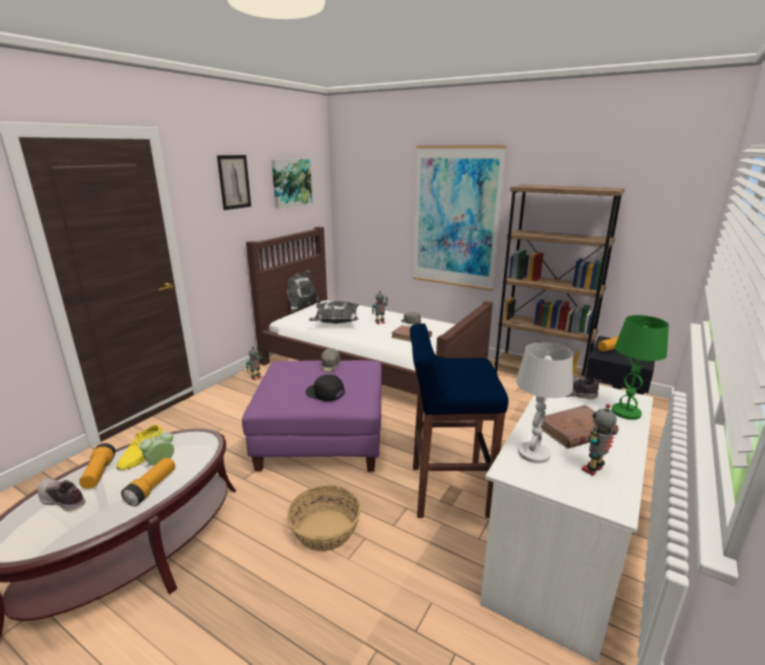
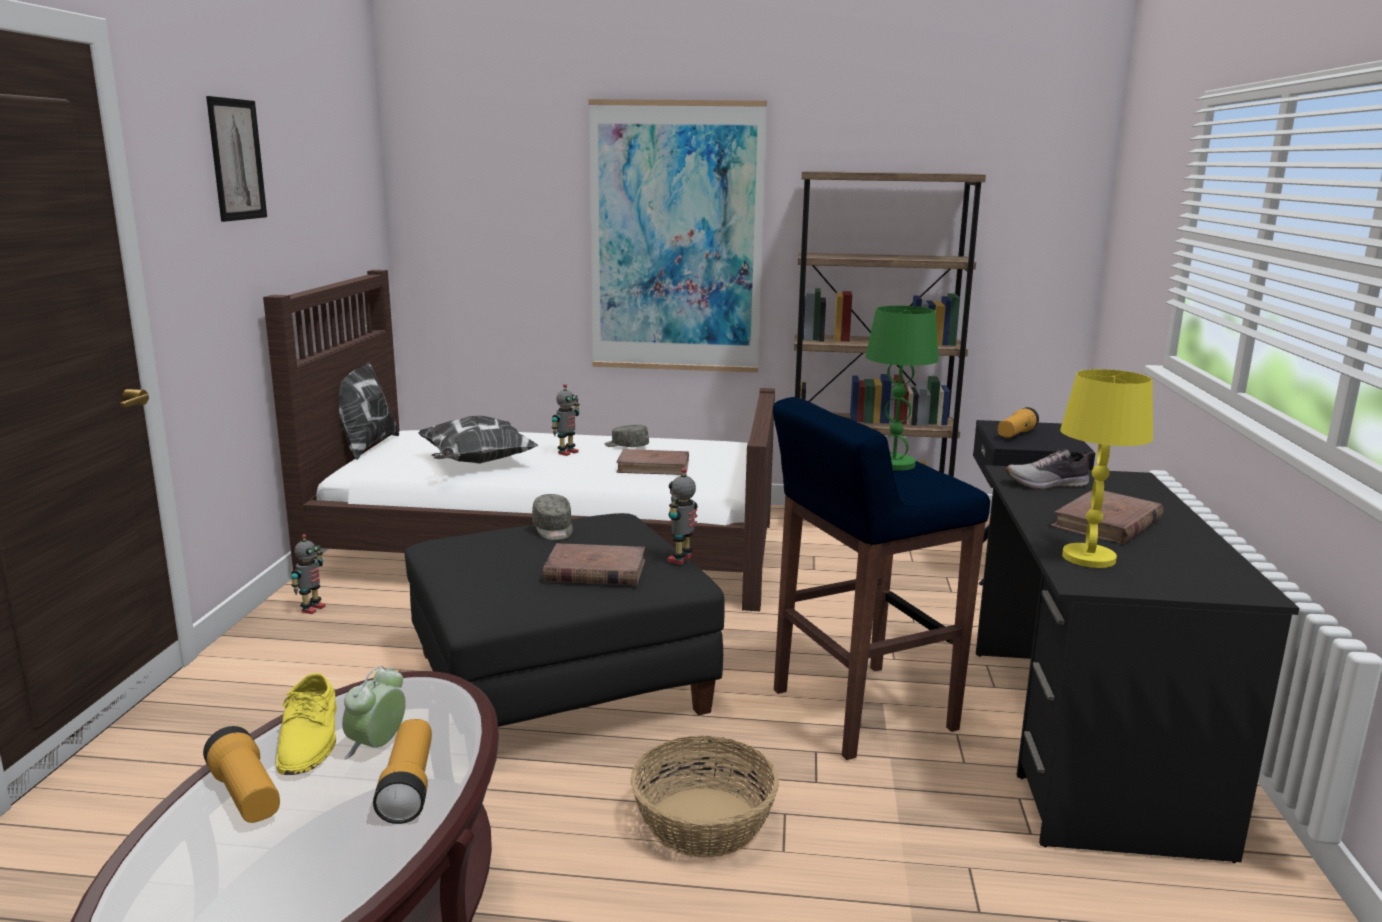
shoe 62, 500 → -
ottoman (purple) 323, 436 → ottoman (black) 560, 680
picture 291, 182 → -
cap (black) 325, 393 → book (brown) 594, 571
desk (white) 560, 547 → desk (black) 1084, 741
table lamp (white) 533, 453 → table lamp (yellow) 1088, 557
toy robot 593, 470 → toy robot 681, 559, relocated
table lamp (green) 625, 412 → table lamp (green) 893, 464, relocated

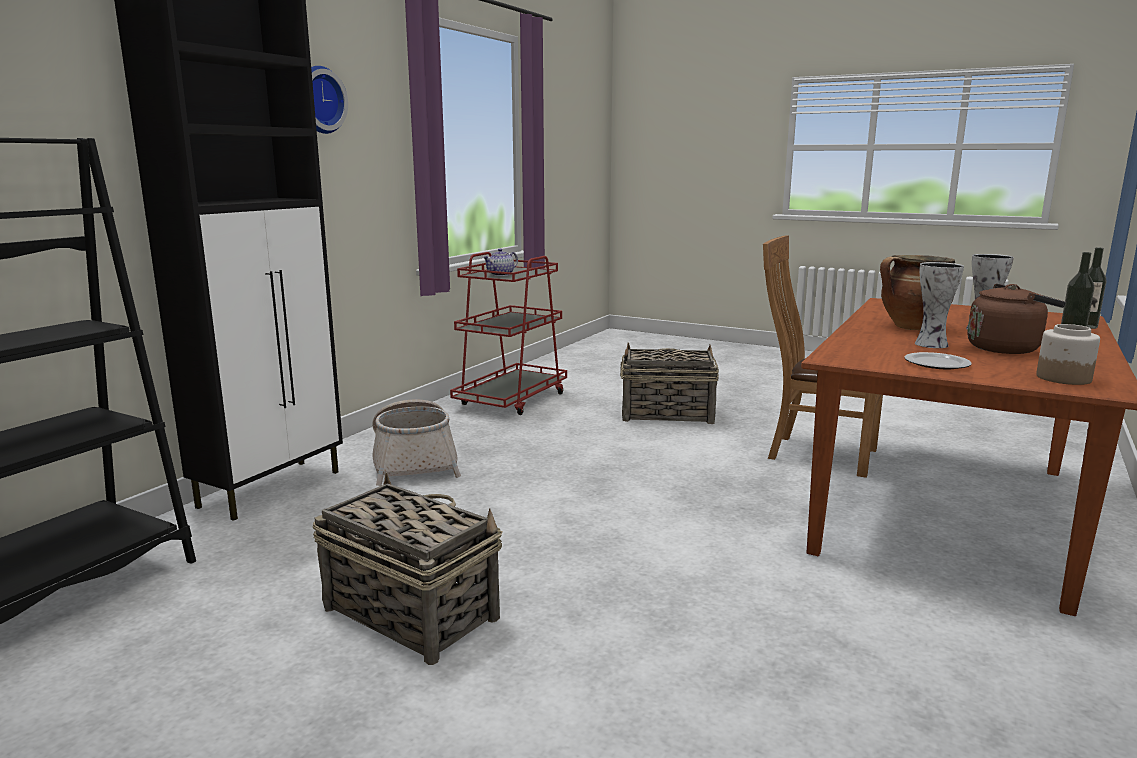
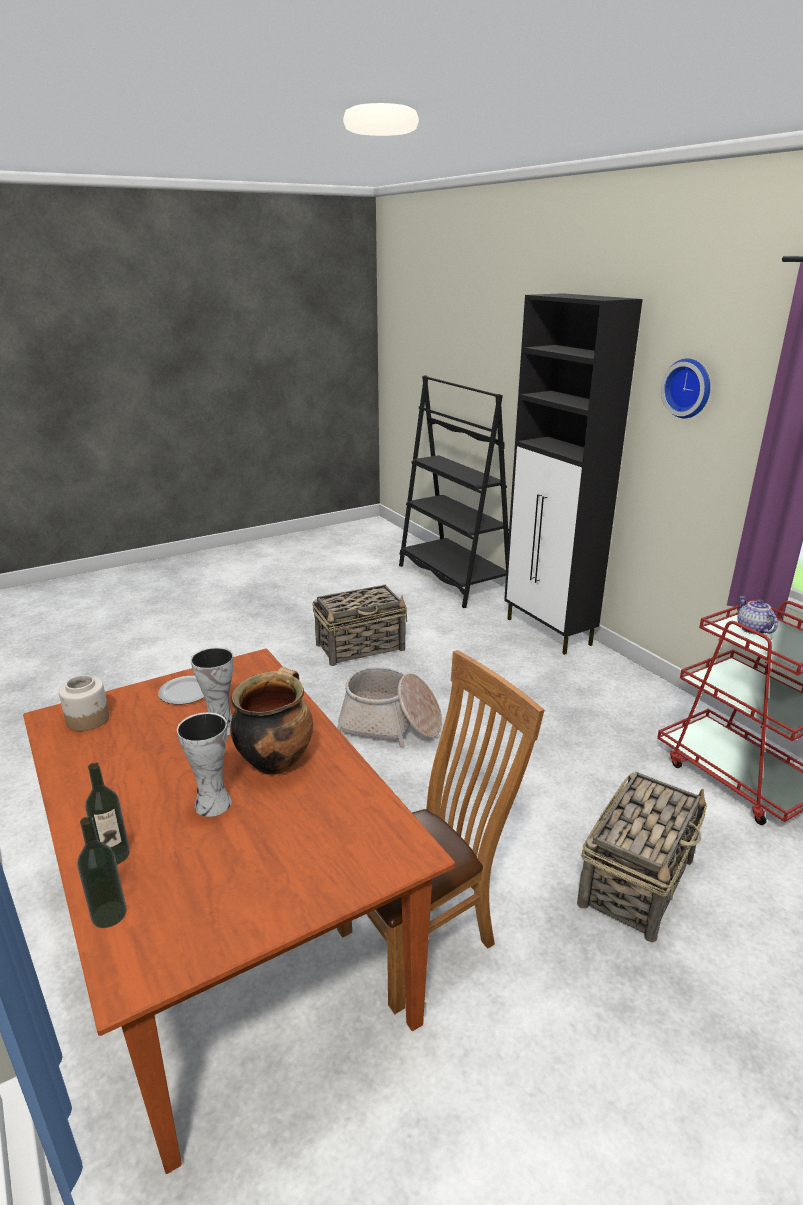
basket 414, 462 → basket 390, 724, relocated
kettle (brown) 1007, 349 → -

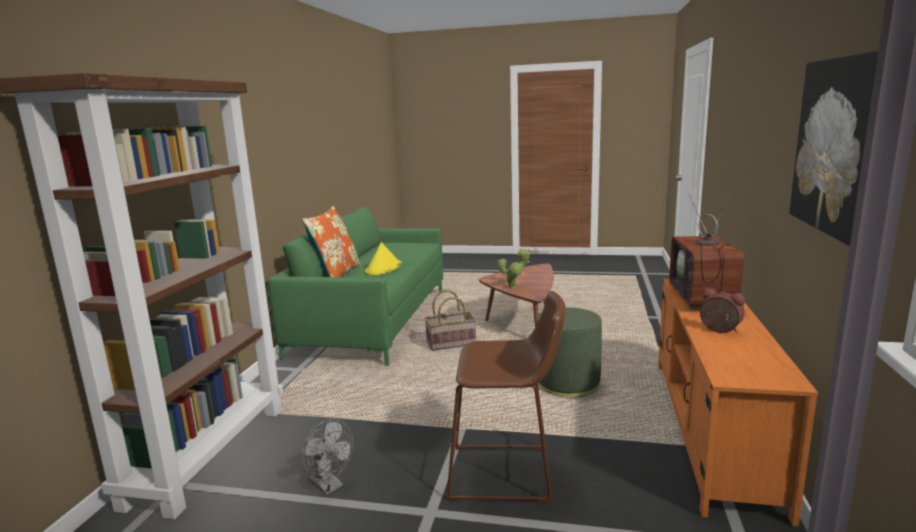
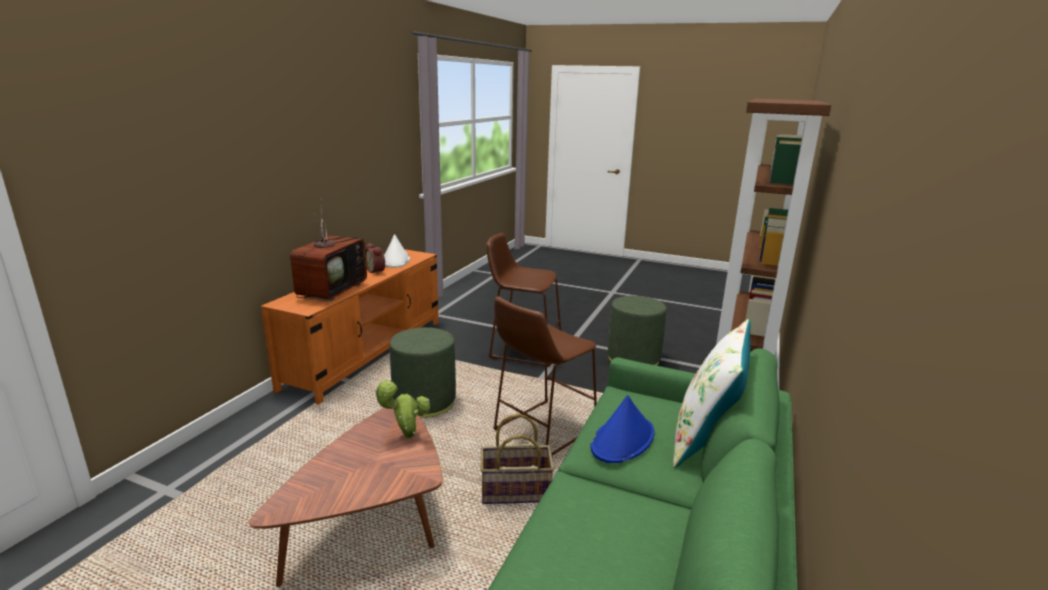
pillow (orange) 336, 274 → pillow (white) 705, 439
fan (grey) 329, 486 → ottoman (green) 633, 359
hat (yellow) 383, 268 → hat (blue) 623, 440
picture 840, 146 → -
- → hat (white) 395, 260
- → stool (brown) 541, 431

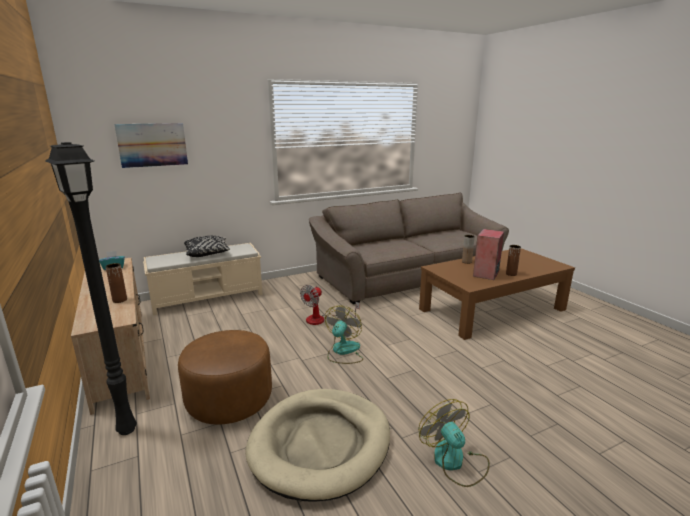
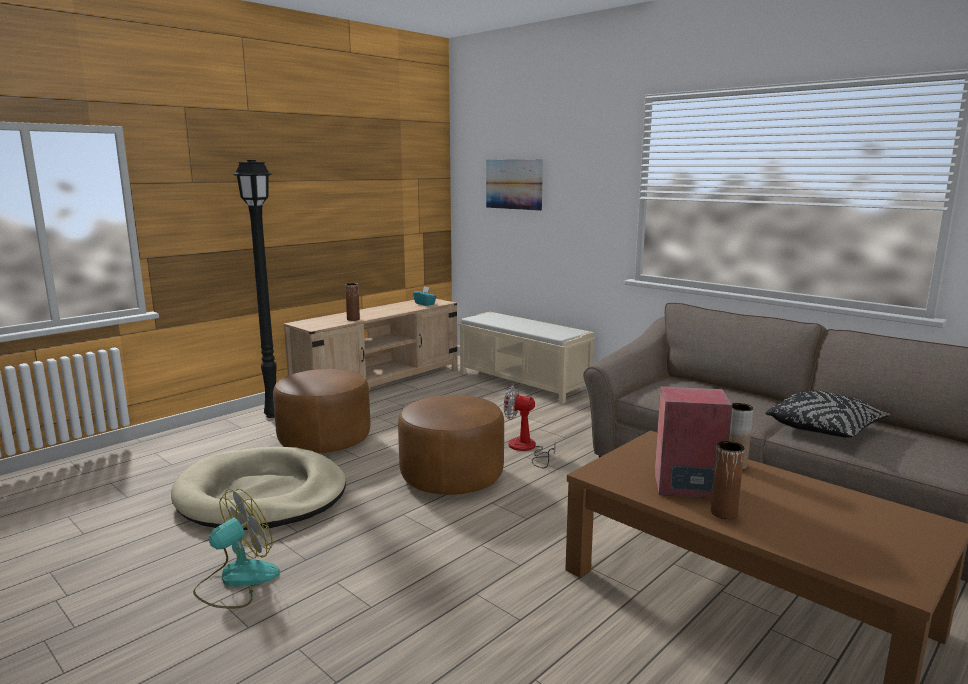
pillow (black) 207, 253 → pillow (black) 824, 429, relocated
fan 343, 352 → ottoman (brown) 451, 476

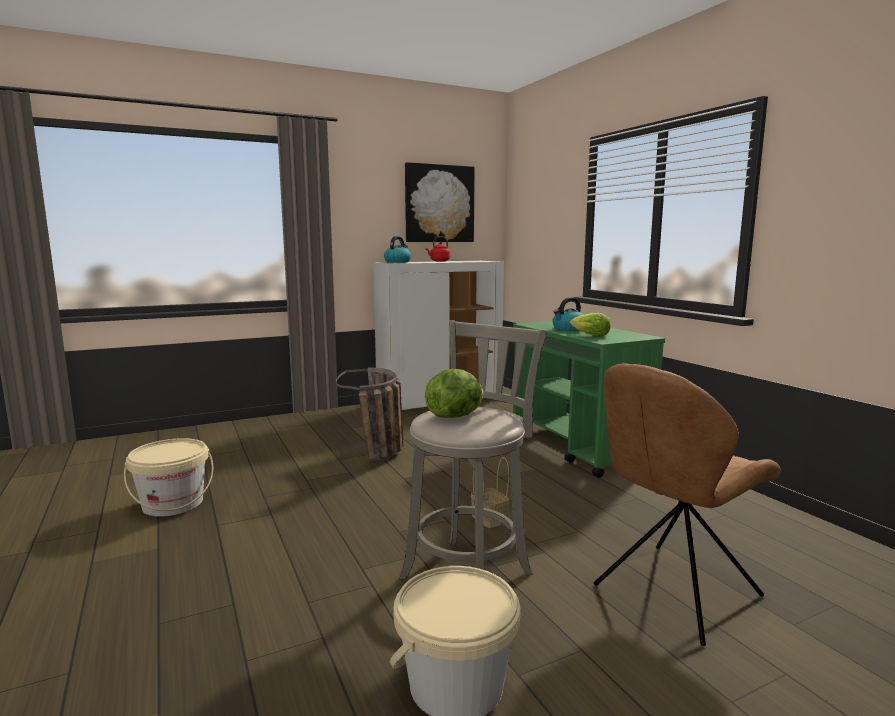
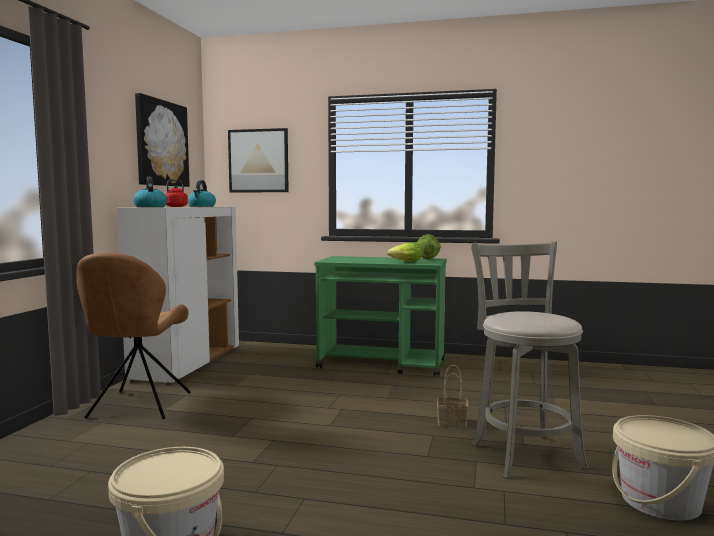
basket 379, 457 → -
lettuce 456, 416 → lettuce 427, 259, relocated
kettle 568, 329 → kettle 201, 206, relocated
chair (brown) 673, 593 → chair (brown) 138, 406, relocated
- → picture 258, 161

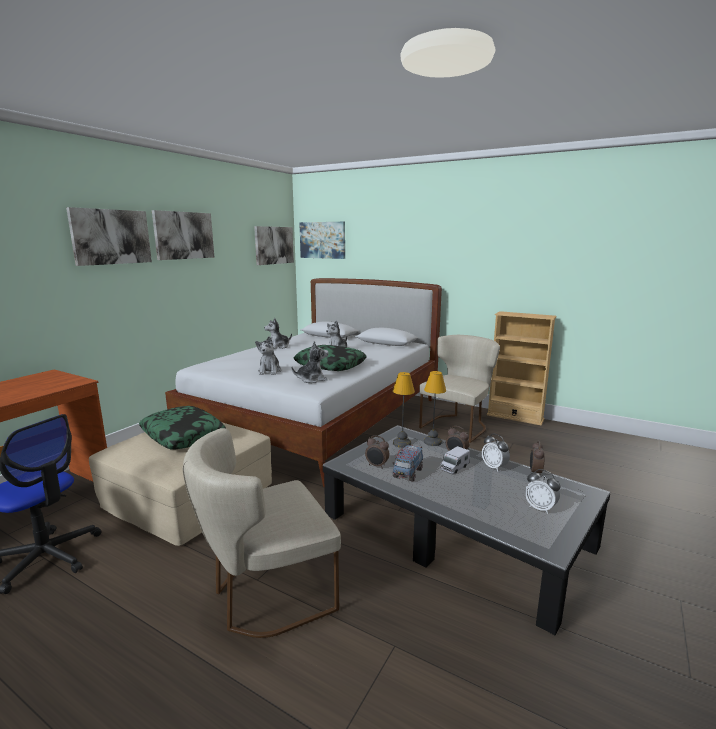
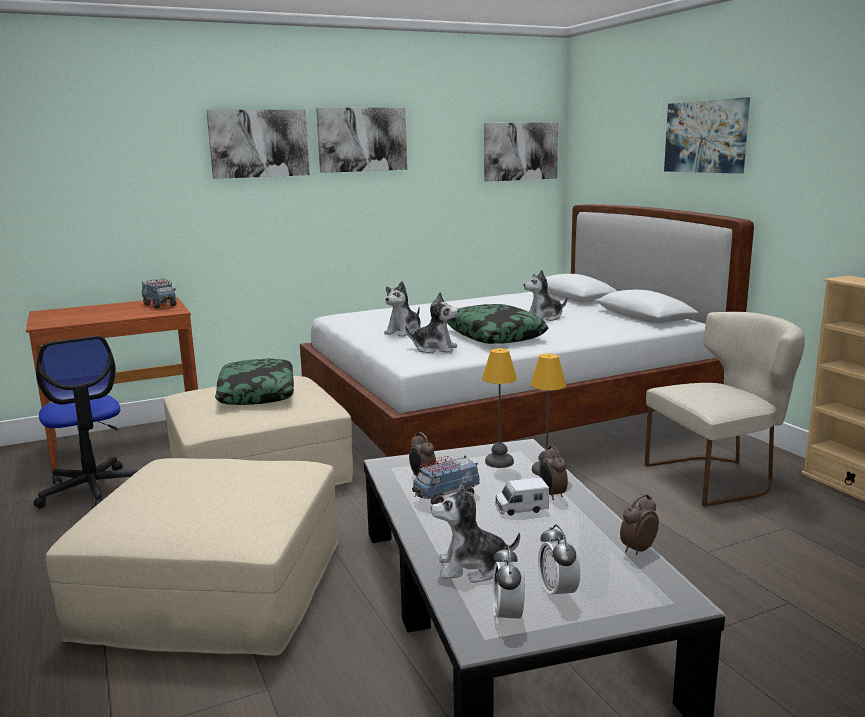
chair (beige) 266, 595 → ottoman (beige) 213, 589
plush toy 278, 347 → plush toy 472, 567, relocated
picture 322, 240 → picture 706, 136, relocated
alarm clock 494, 467 → alarm clock 508, 616, relocated
- → toy truck 160, 305

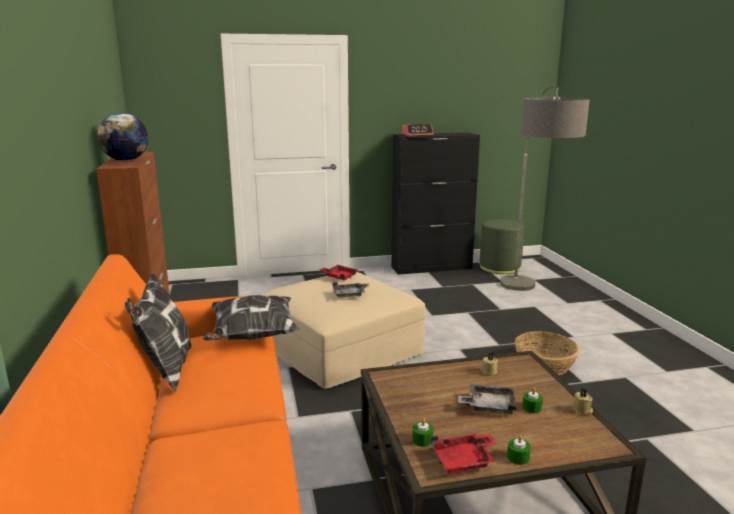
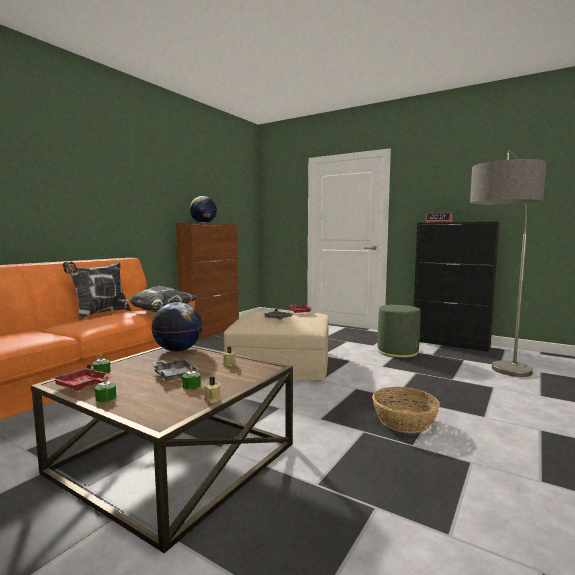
ottoman (green) 500, 267 → ottoman (green) 397, 352, relocated
- → globe 178, 350

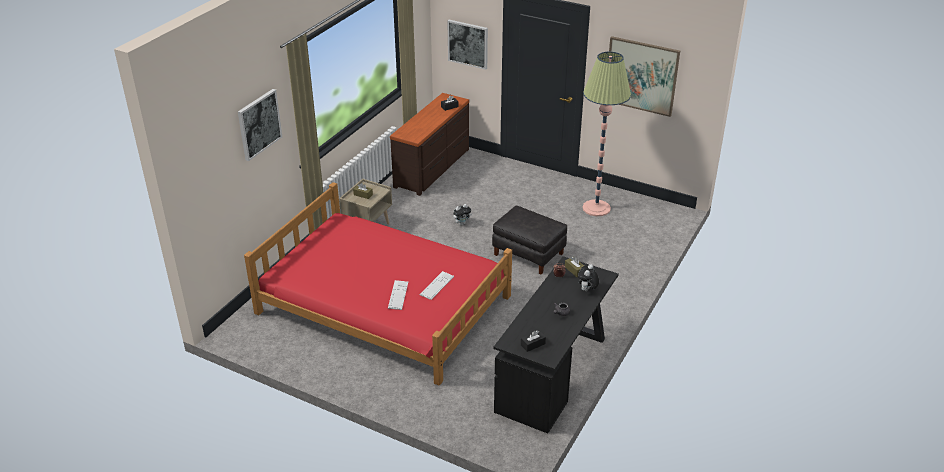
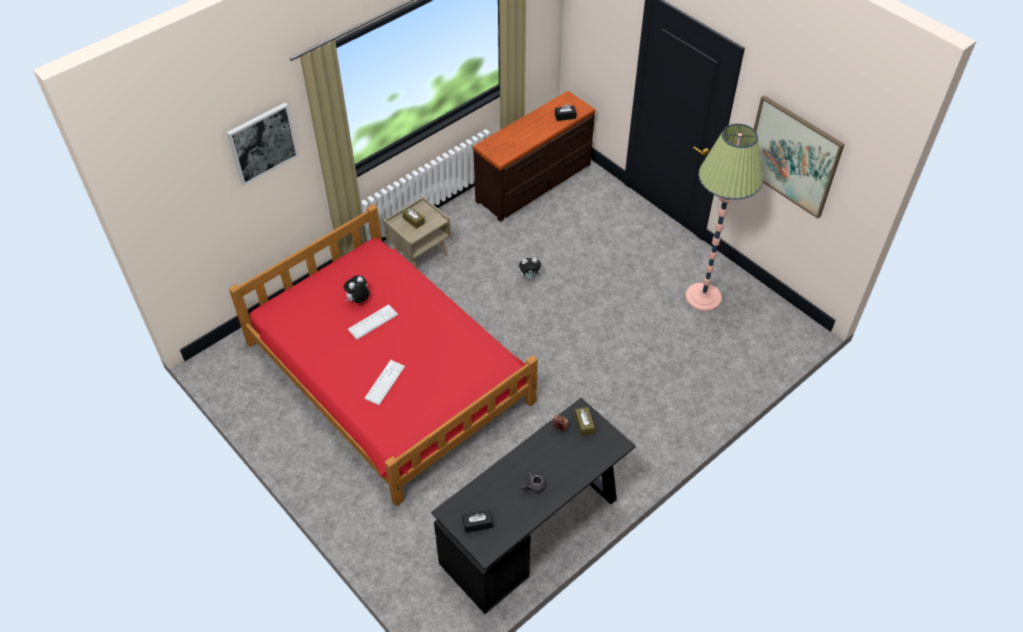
keyboard 437, 286 → keyboard 373, 322, relocated
picture 468, 44 → -
ottoman (black) 529, 254 → -
plush toy 587, 290 → plush toy 358, 300, relocated

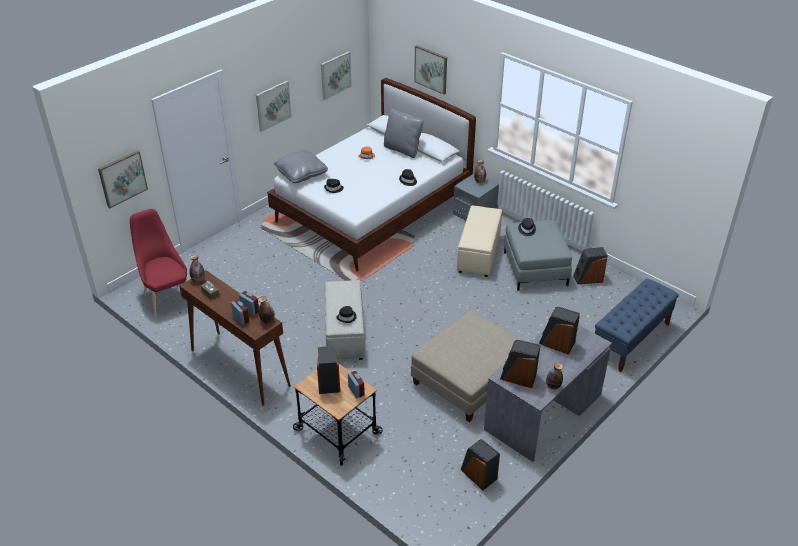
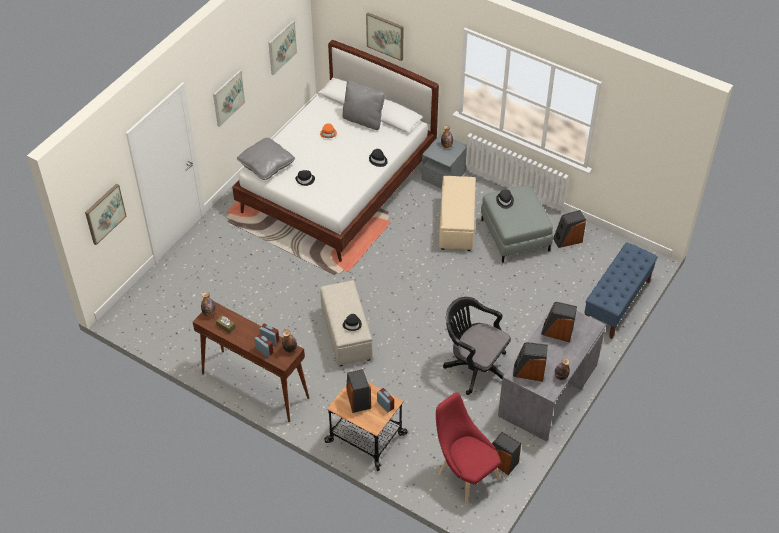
chair (red) 167, 297 → chair (red) 465, 475, relocated
ottoman (beige) 468, 379 → office chair (black) 474, 366

